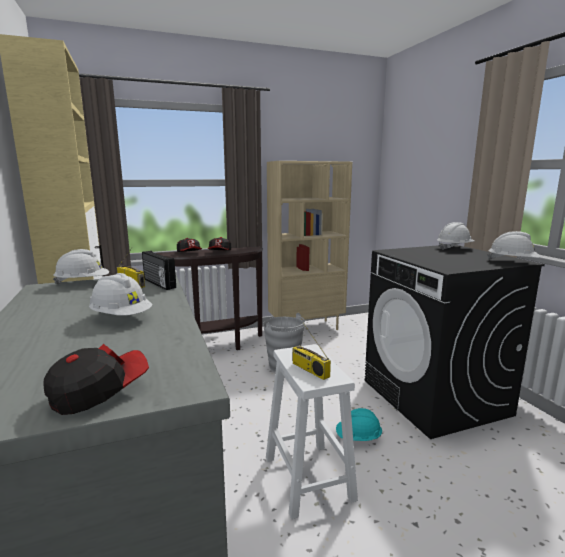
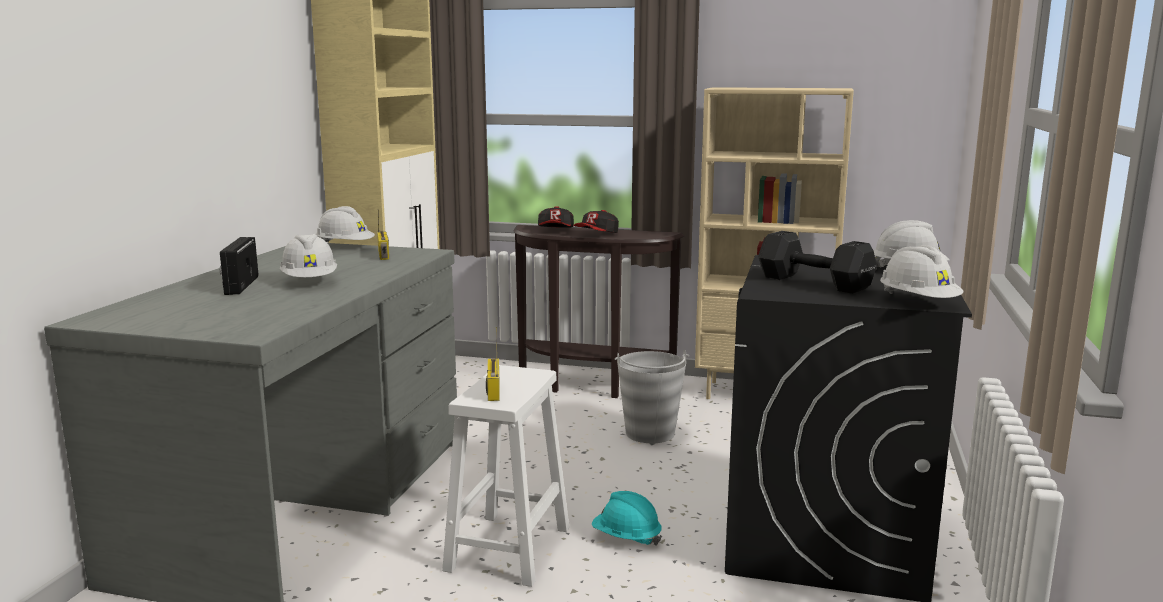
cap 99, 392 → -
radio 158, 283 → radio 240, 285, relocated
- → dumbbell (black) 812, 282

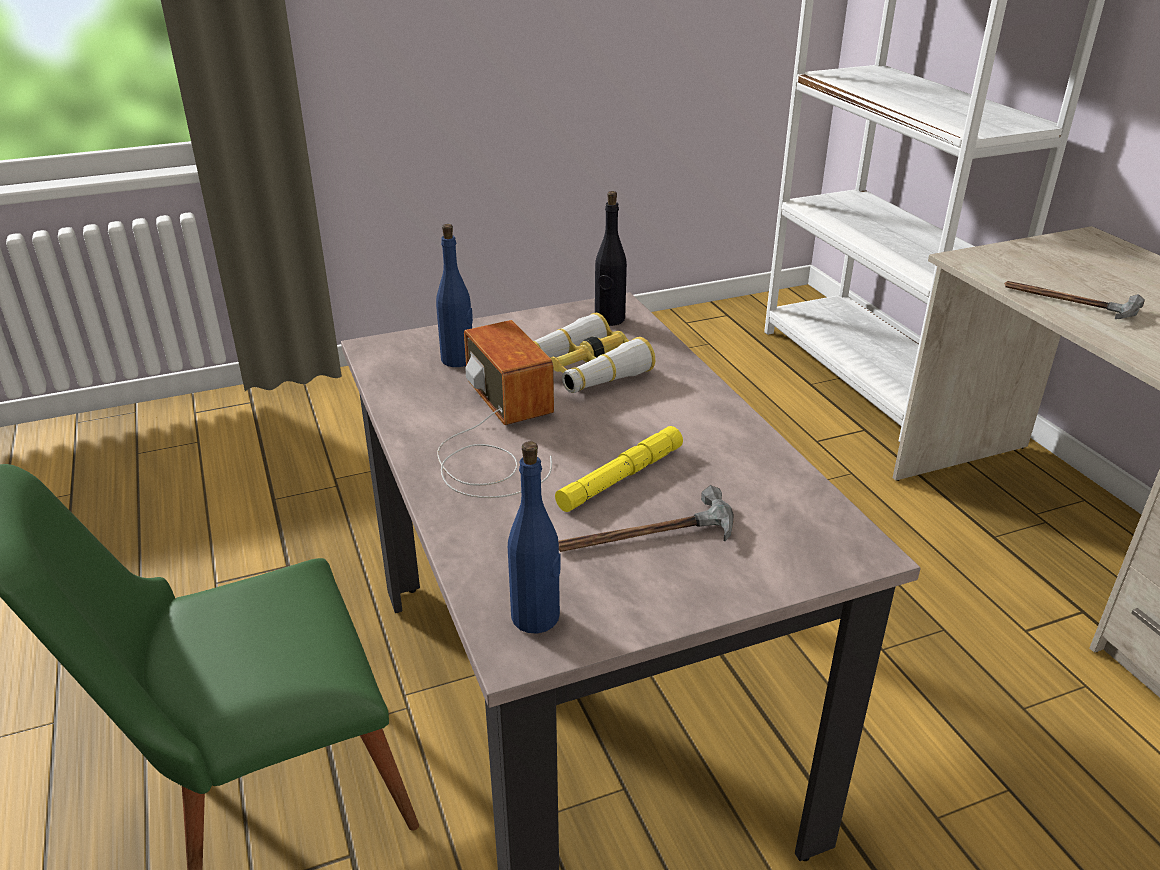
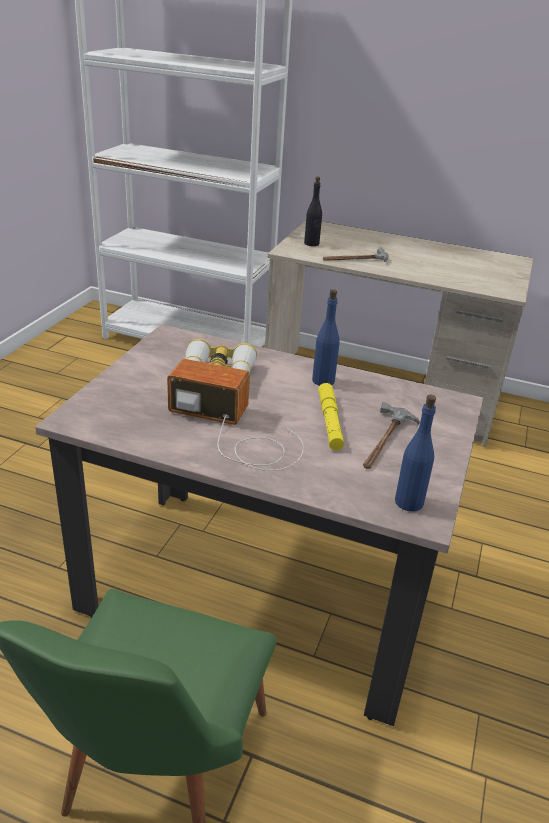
bottle (blue) 458, 360 → bottle (blue) 323, 381, relocated
bottle (black) 609, 319 → bottle (black) 311, 244, relocated

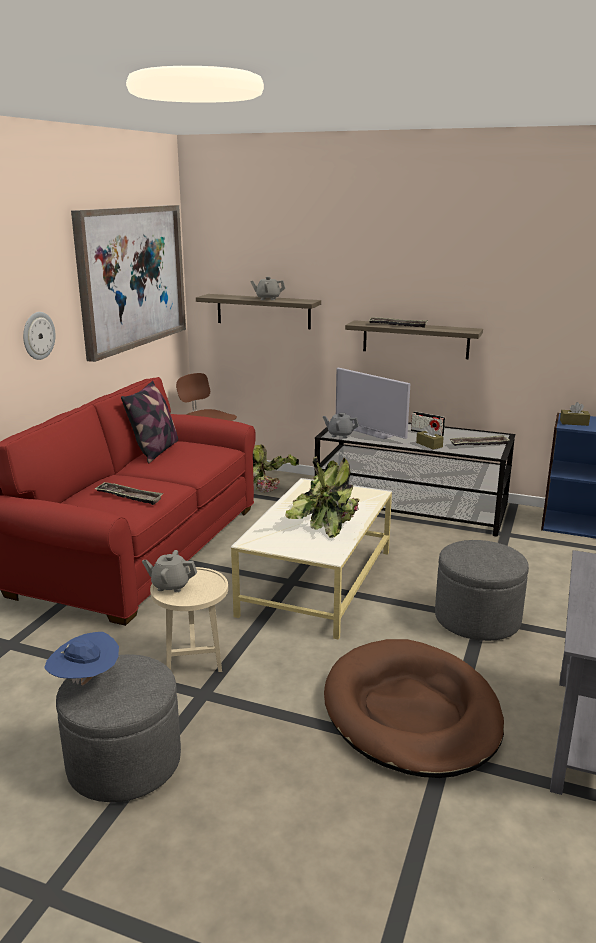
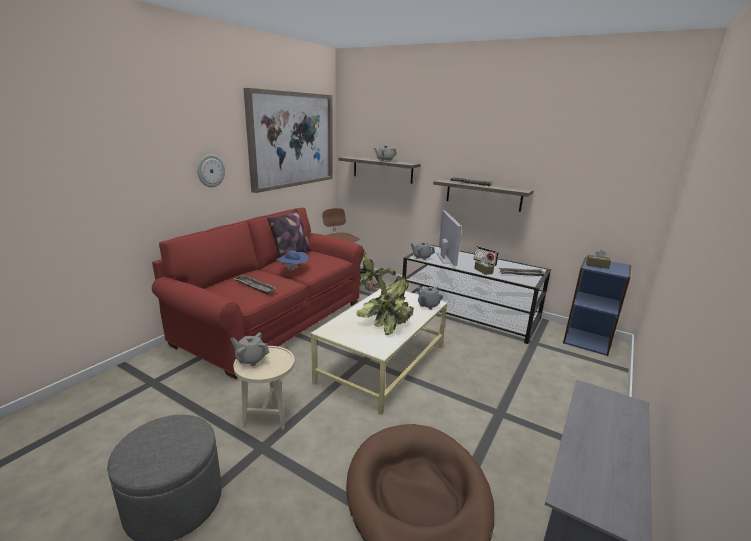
hat (blue) 85, 681 → hat (blue) 293, 270, relocated
television 371, 432 → television 444, 258, 150 degrees counterclockwise
ottoman (grey) 477, 619 → -
- → teapot (grey) 428, 305

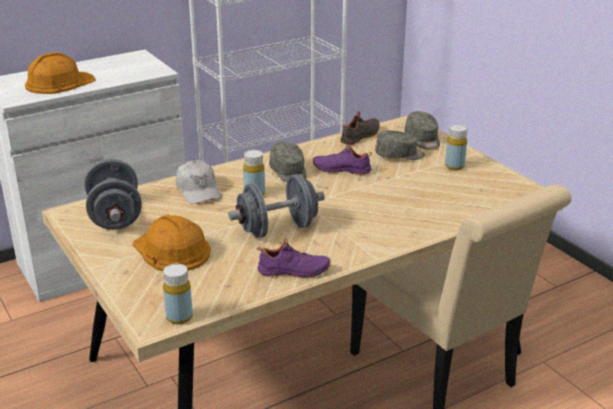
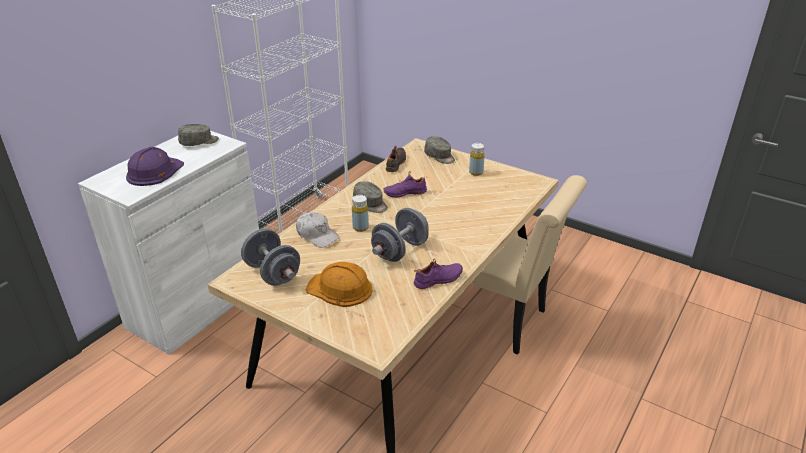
hard hat (orange) 59, 82 → hard hat (purple) 154, 171
bottle (yellow) 179, 317 → -
cap (grey) 400, 155 → cap (grey) 199, 142, relocated

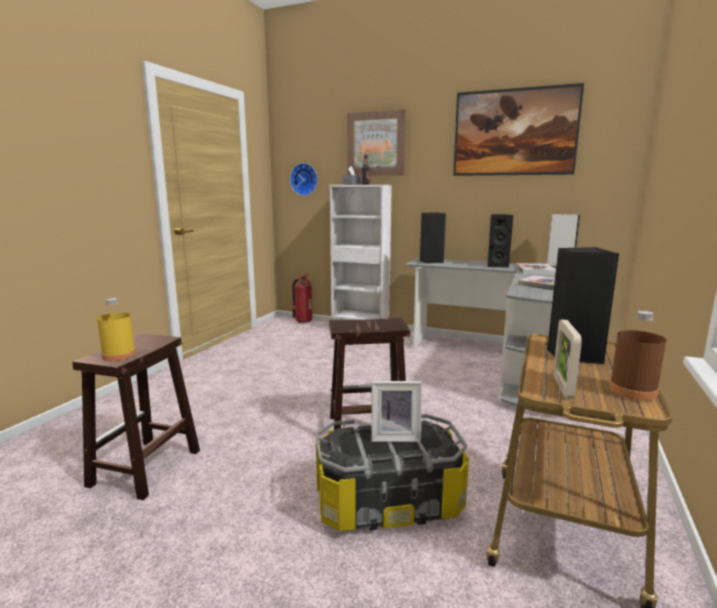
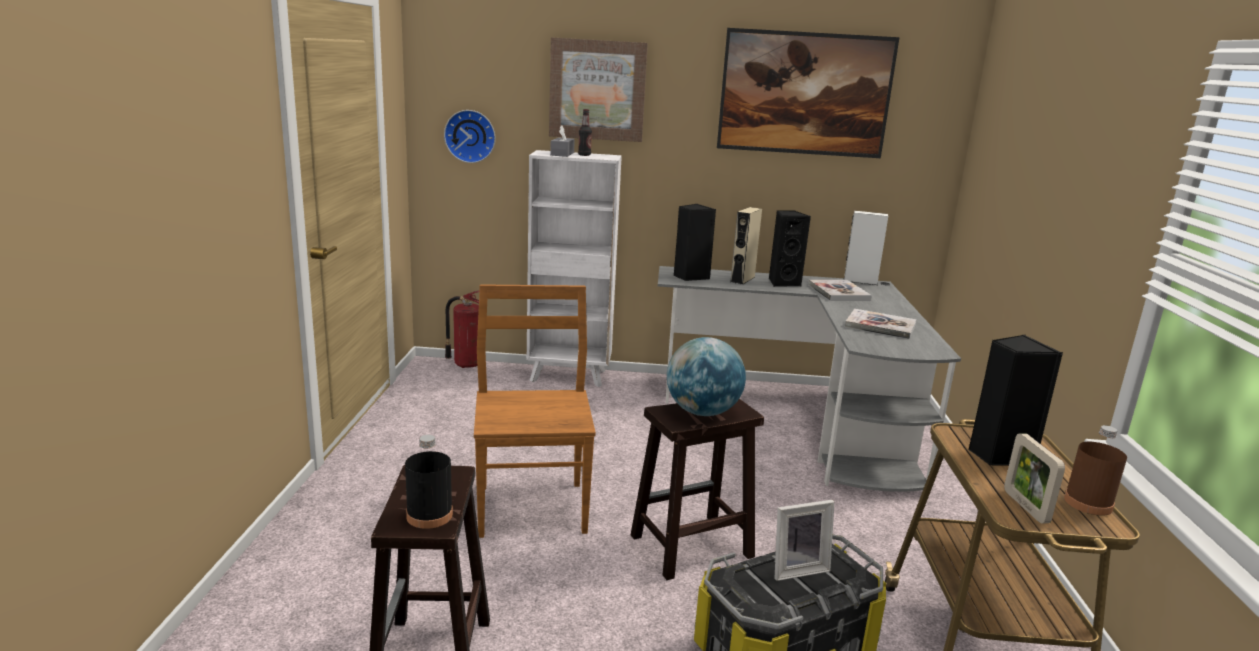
bottle (yellow) 119, 355 → bottle (black) 429, 515
- → chair (brown) 532, 507
- → globe 702, 412
- → speaker (beige) 742, 279

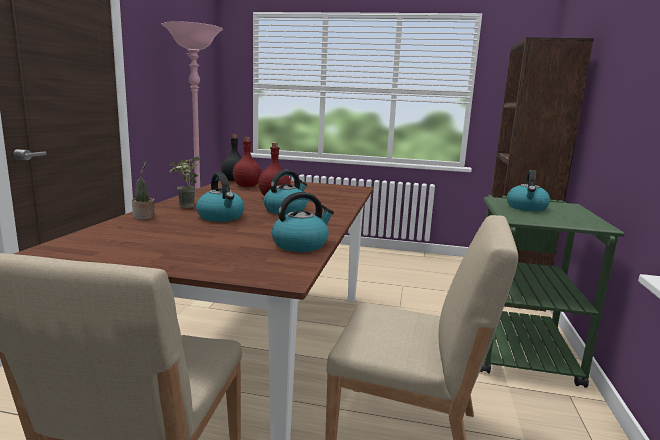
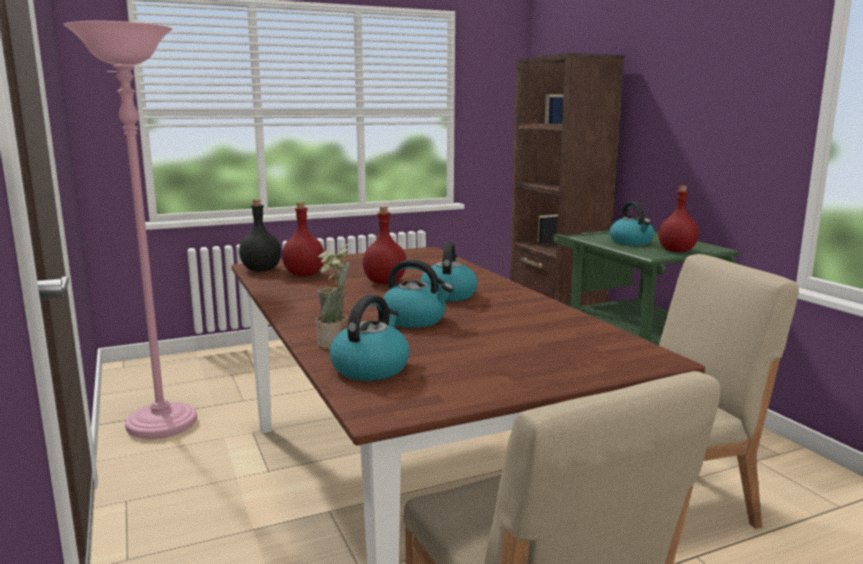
kettle 301, 244 → kettle 370, 368, relocated
- → bottle (red) 677, 251

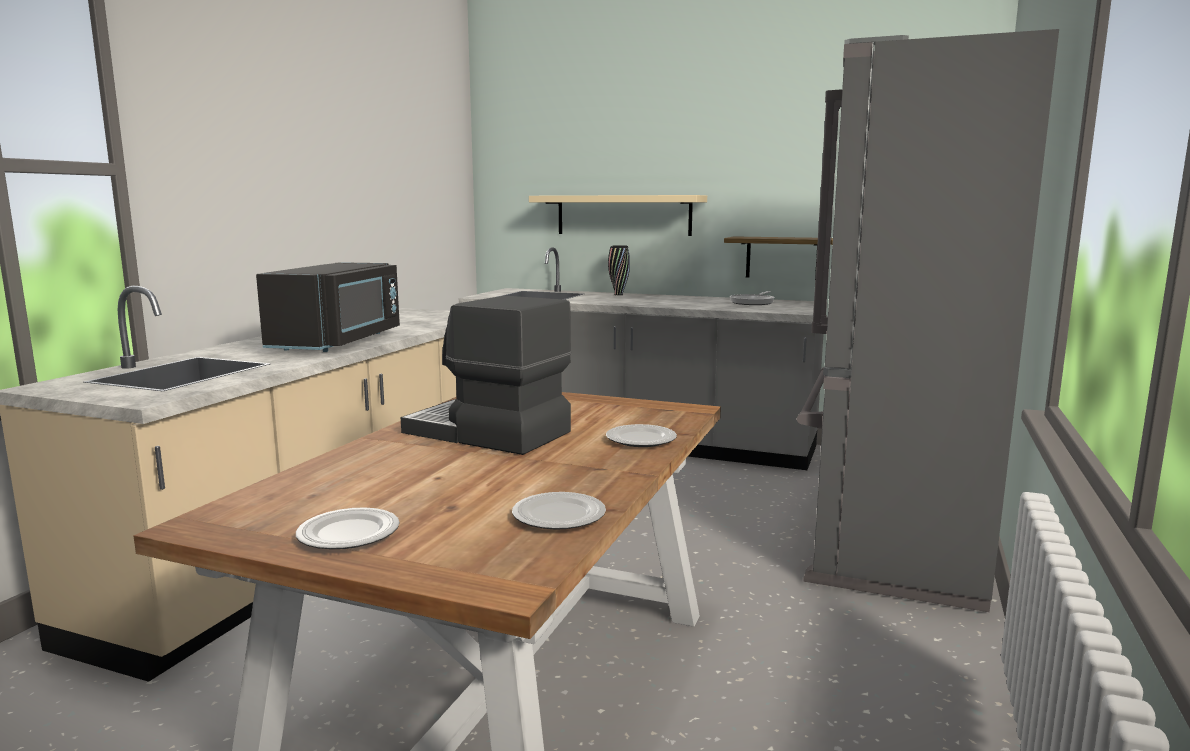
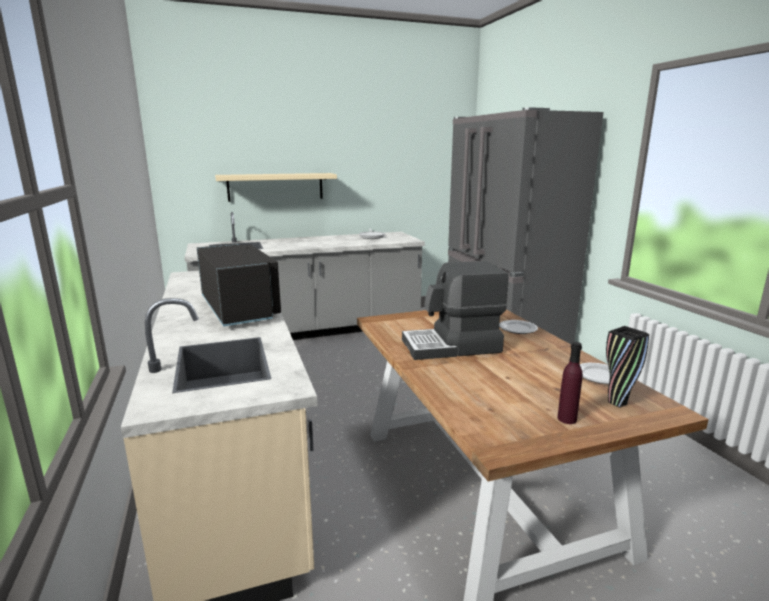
plate 350, 534 → bottle (purple) 567, 419
vase (black) 618, 294 → vase (black) 617, 403, relocated
shelf 782, 257 → -

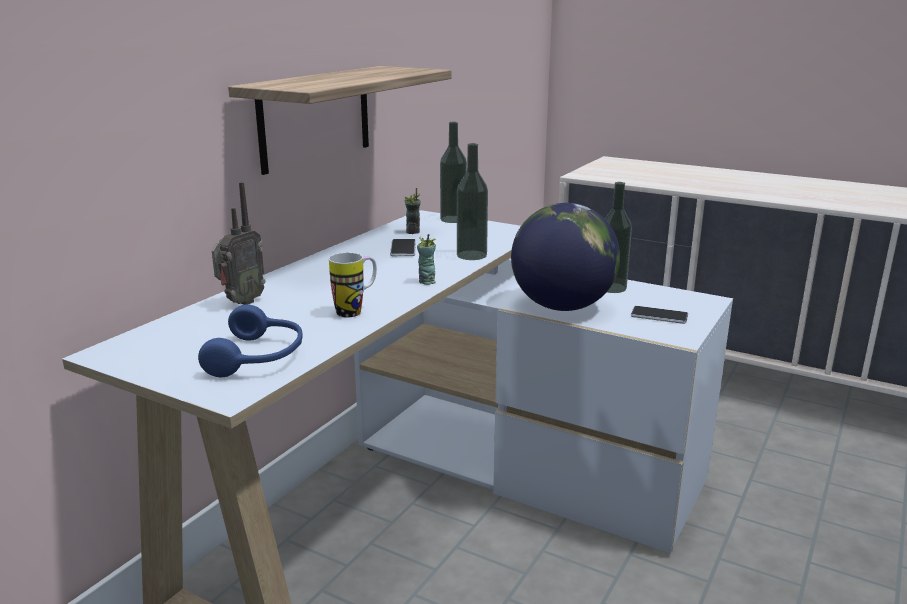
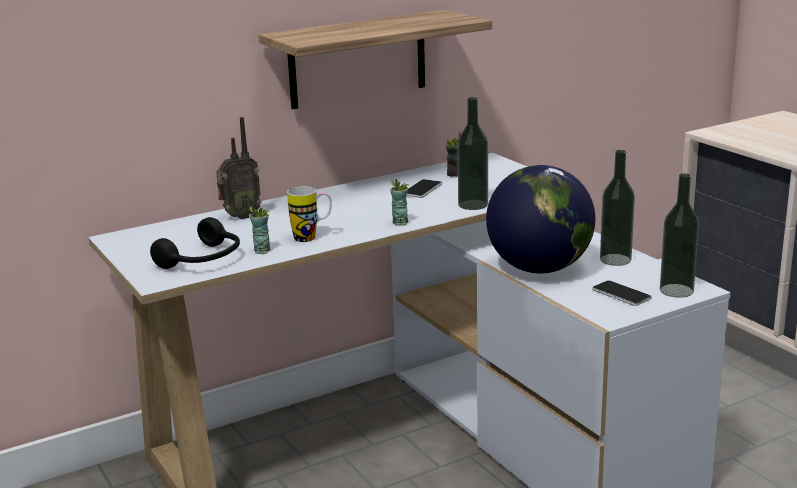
headphones (blue) 259, 357 → headphones (black) 203, 260
bottle 453, 219 → bottle 676, 290, relocated
- → cup 261, 251

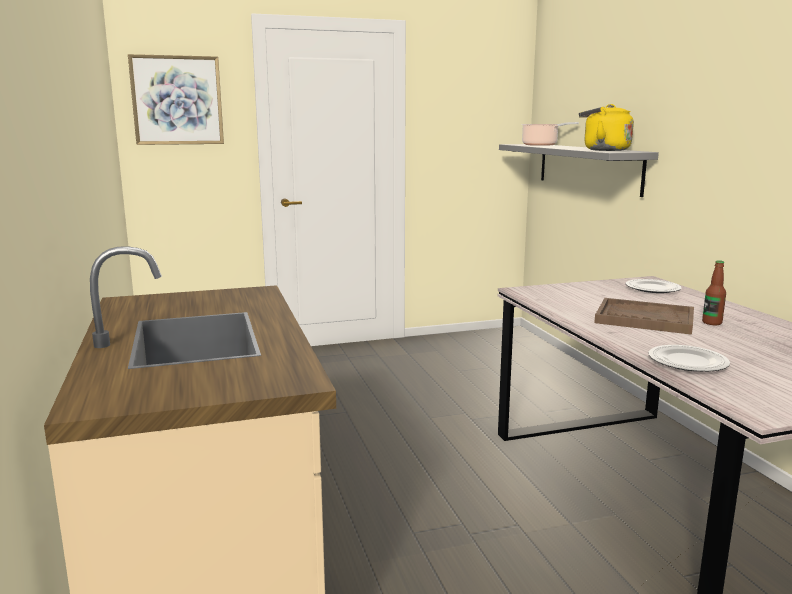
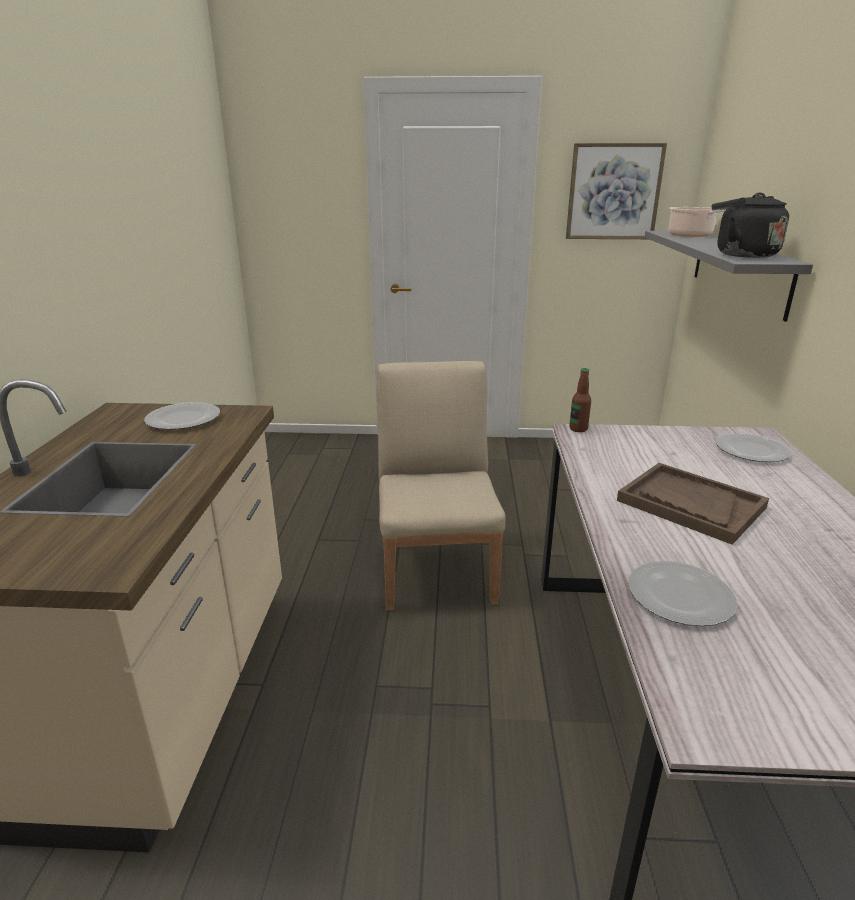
picture 177, 100 → picture 614, 192, relocated
kettle (yellow) 603, 150 → kettle (black) 741, 255
bottle 712, 323 → bottle 578, 429, relocated
- → plate 182, 419
- → chair (beige) 437, 568

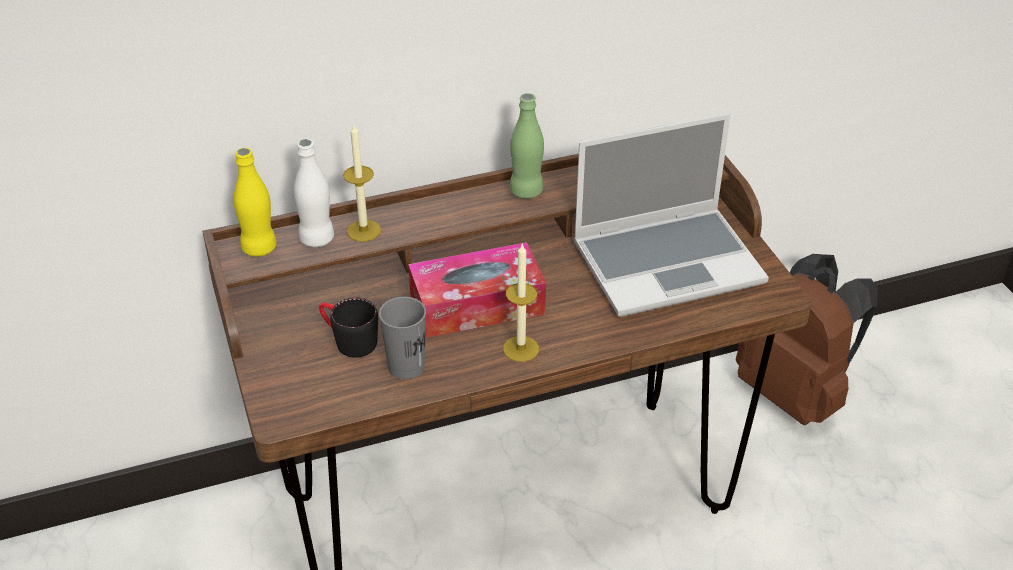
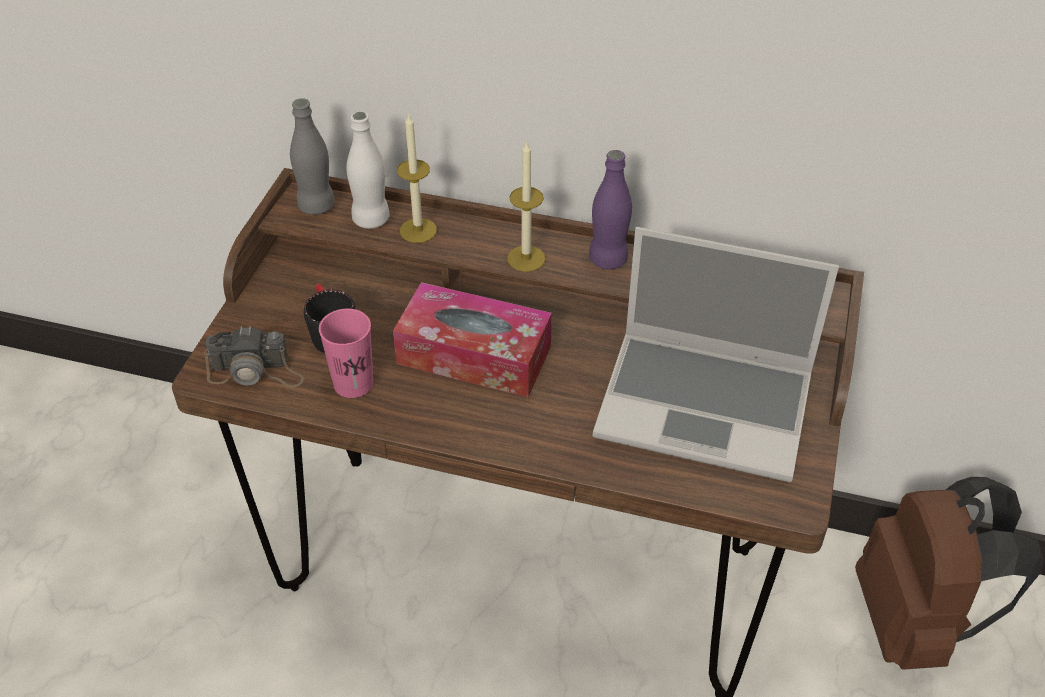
bottle (yellow) 259, 248 → bottle (grey) 316, 206
cup (grey) 406, 367 → cup (pink) 353, 383
candle 521, 349 → candle 526, 258, relocated
bottle (green) 526, 191 → bottle (purple) 608, 259
- → photo camera 256, 372

